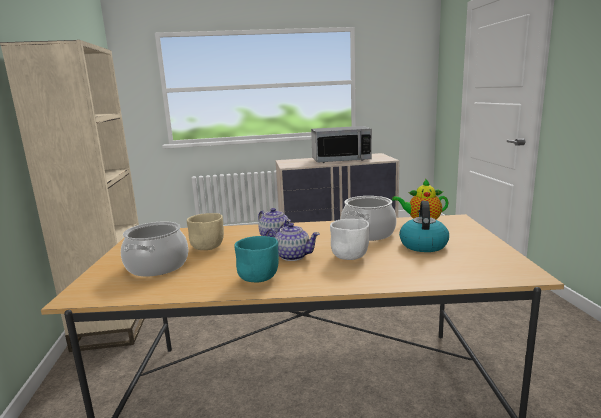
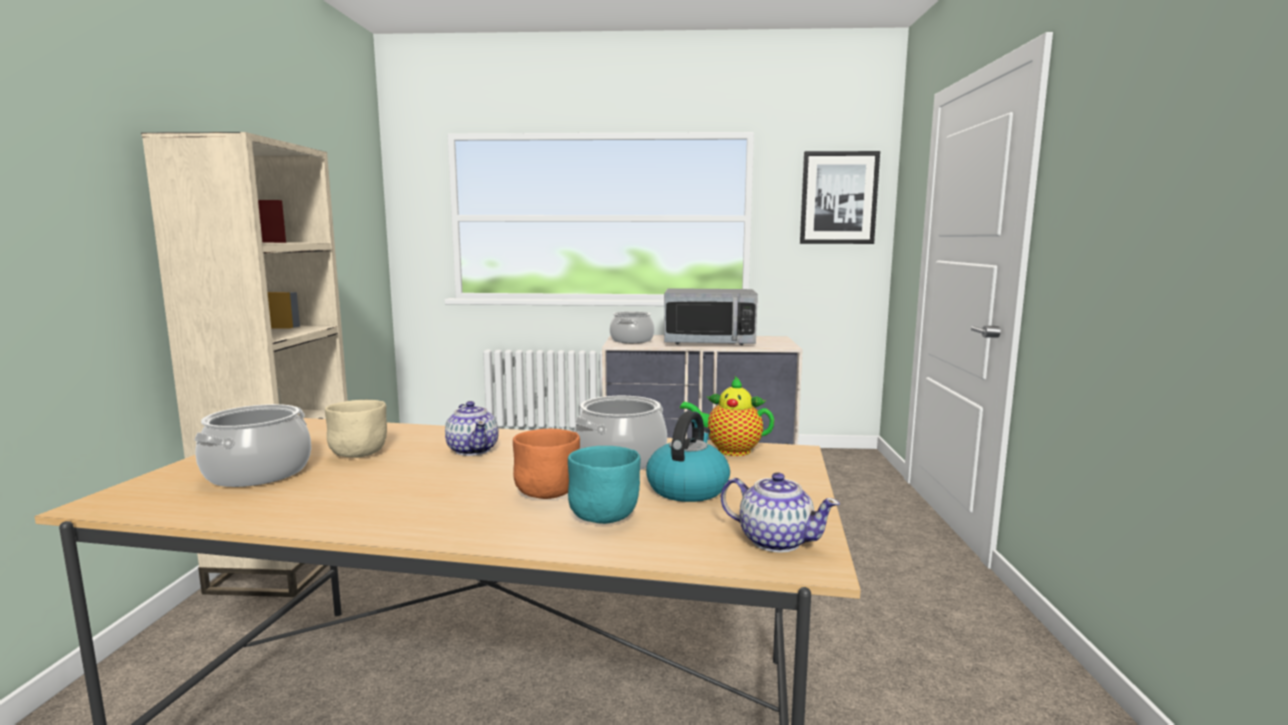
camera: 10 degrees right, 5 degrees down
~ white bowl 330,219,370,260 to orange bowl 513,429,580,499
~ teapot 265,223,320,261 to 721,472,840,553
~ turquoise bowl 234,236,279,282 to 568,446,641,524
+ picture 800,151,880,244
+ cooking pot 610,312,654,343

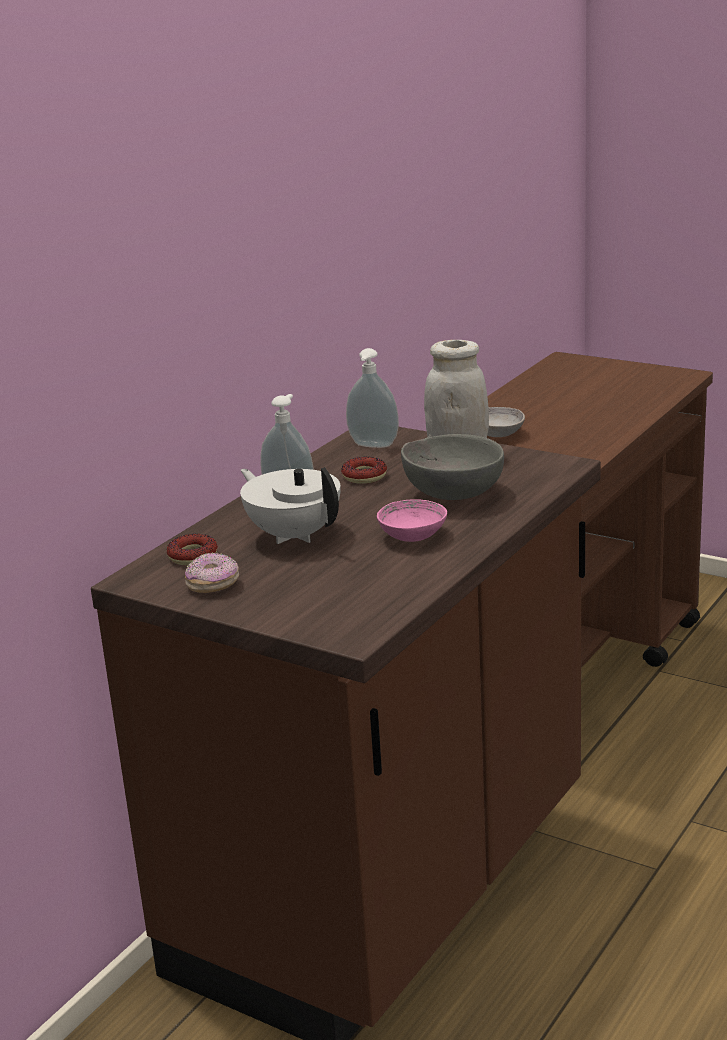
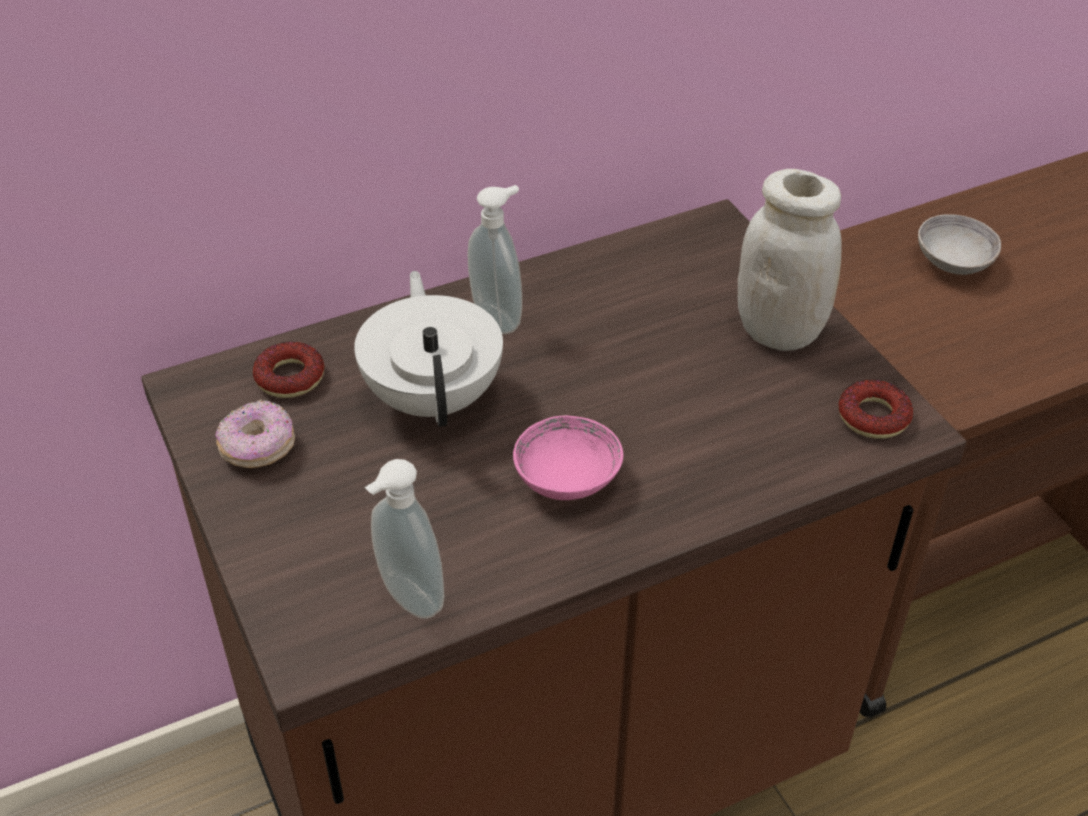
camera: 30 degrees right, 20 degrees up
~ soap dispenser 346,348,399,448 to 365,459,444,619
- grey bowl 401,434,504,500
~ donut 341,457,387,484 to 839,380,913,439

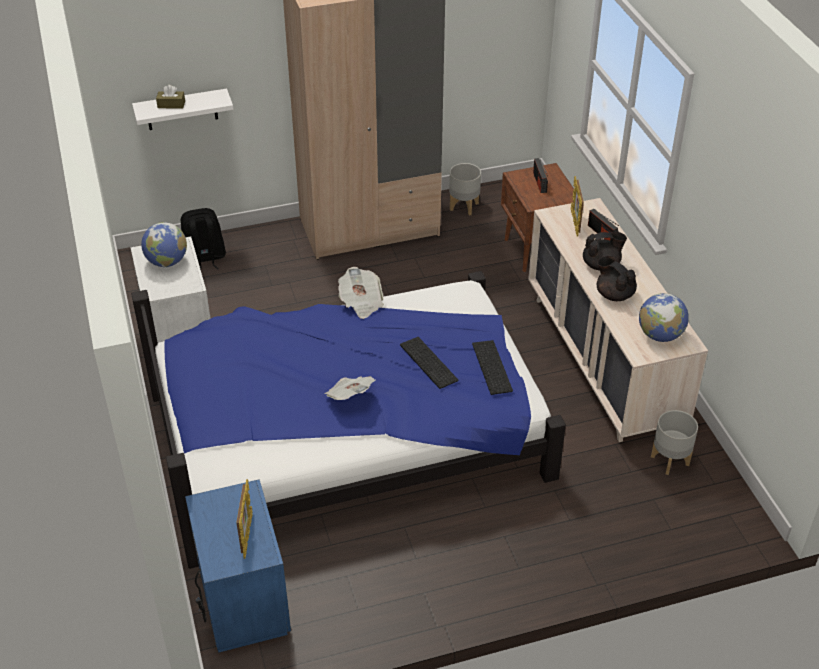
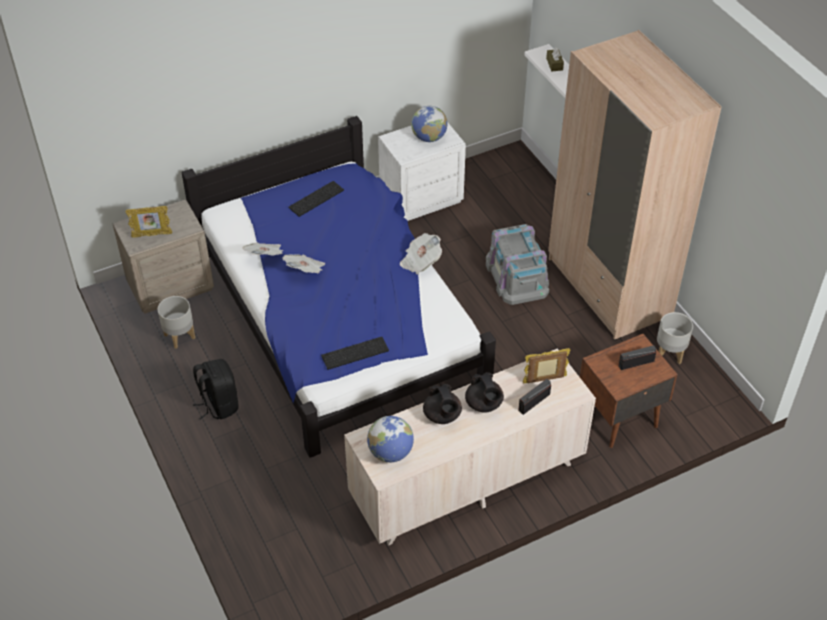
camera: 80 degrees right, 5 degrees up
~ black backpack 181,208,226,270 to 193,359,239,420
~ black teapot 597,256,637,301 = 423,384,462,424 120 degrees clockwise
~ keyboard 400,337,458,389 to 288,181,344,217
~ grey planter 651,410,698,475 to 158,296,195,349
~ blue nightstand 185,479,291,653 to beige nightstand 112,199,214,314
+ grey storage box 486,224,549,305
+ newspaper 243,243,283,256

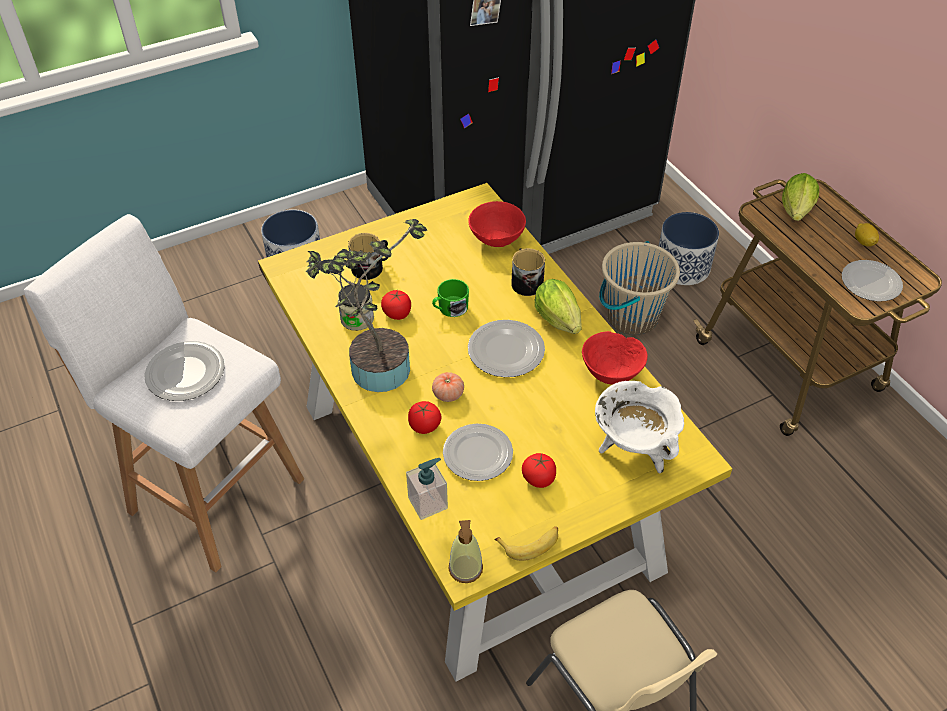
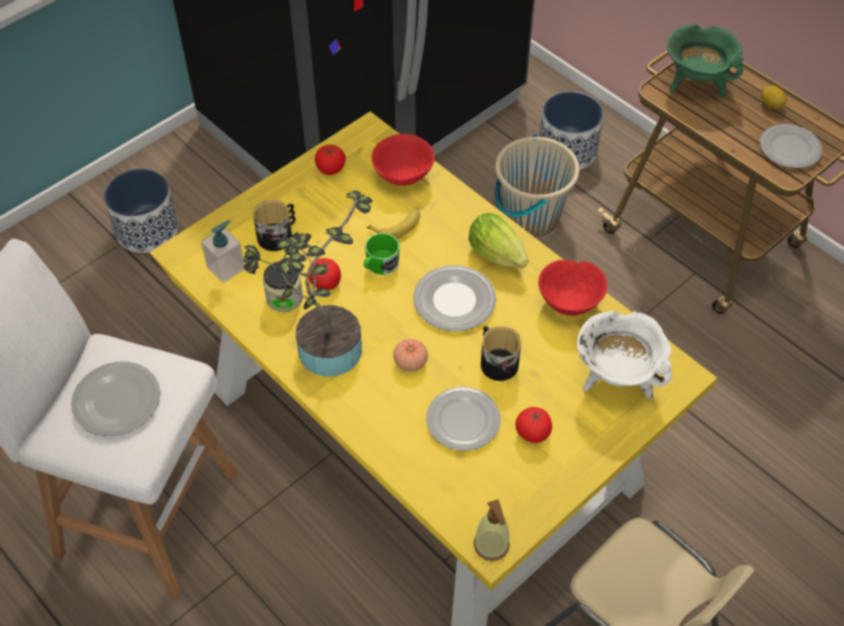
camera: 15 degrees left, 5 degrees up
~ lettuce 782,173,819,221 to green cooking pot 667,24,743,98
~ mug 511,248,545,296 to 481,326,521,381
~ tomato 408,401,441,434 to 315,145,346,175
~ soap dispenser 406,458,448,520 to 201,220,245,283
~ banana 495,526,558,561 to 367,207,420,239

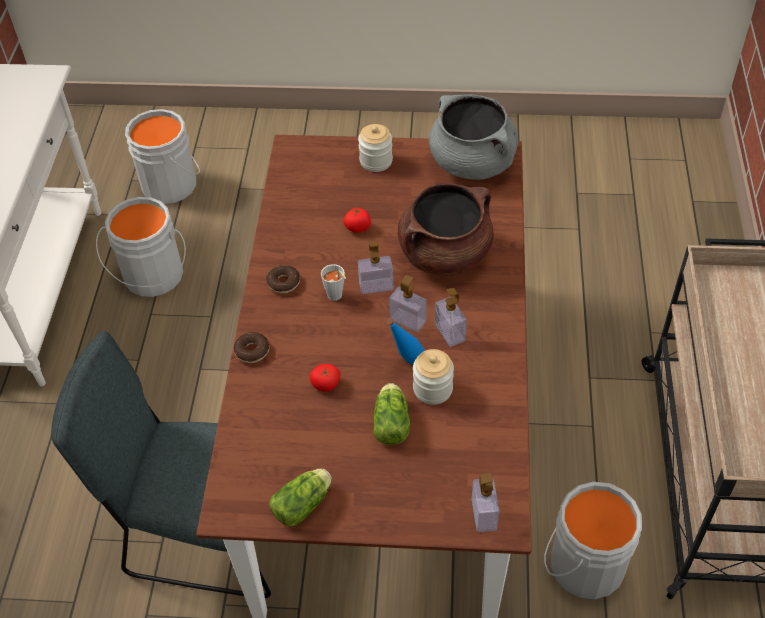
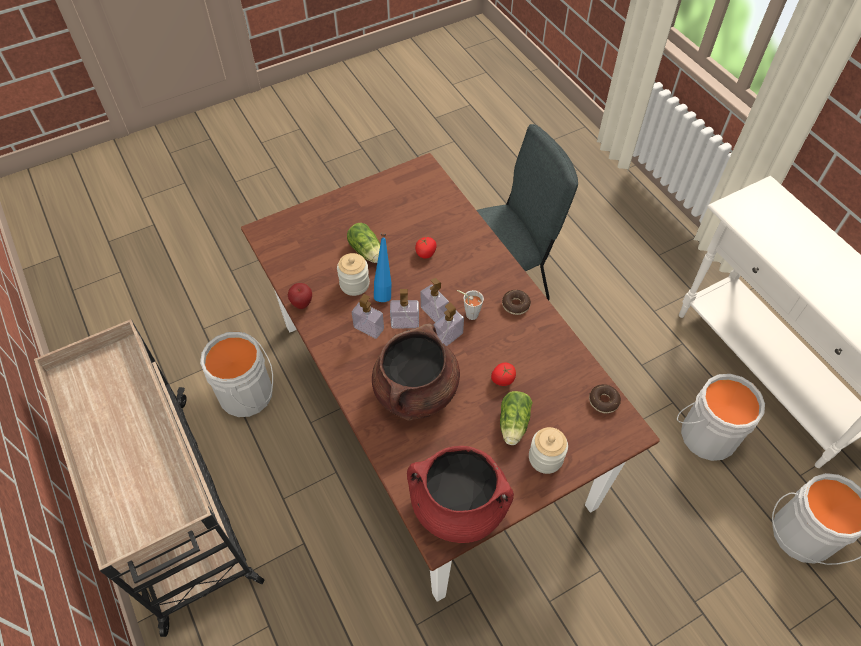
camera: 145 degrees right, 5 degrees up
~ grey cooking pot 429,94,518,180 to red cooking pot 407,446,514,543
~ donut 234,332,269,363 to 589,384,621,413
~ lettuce 269,469,332,527 to 500,391,533,445
~ soap dispenser 472,473,499,532 to 421,278,449,323
+ apple 288,283,312,309

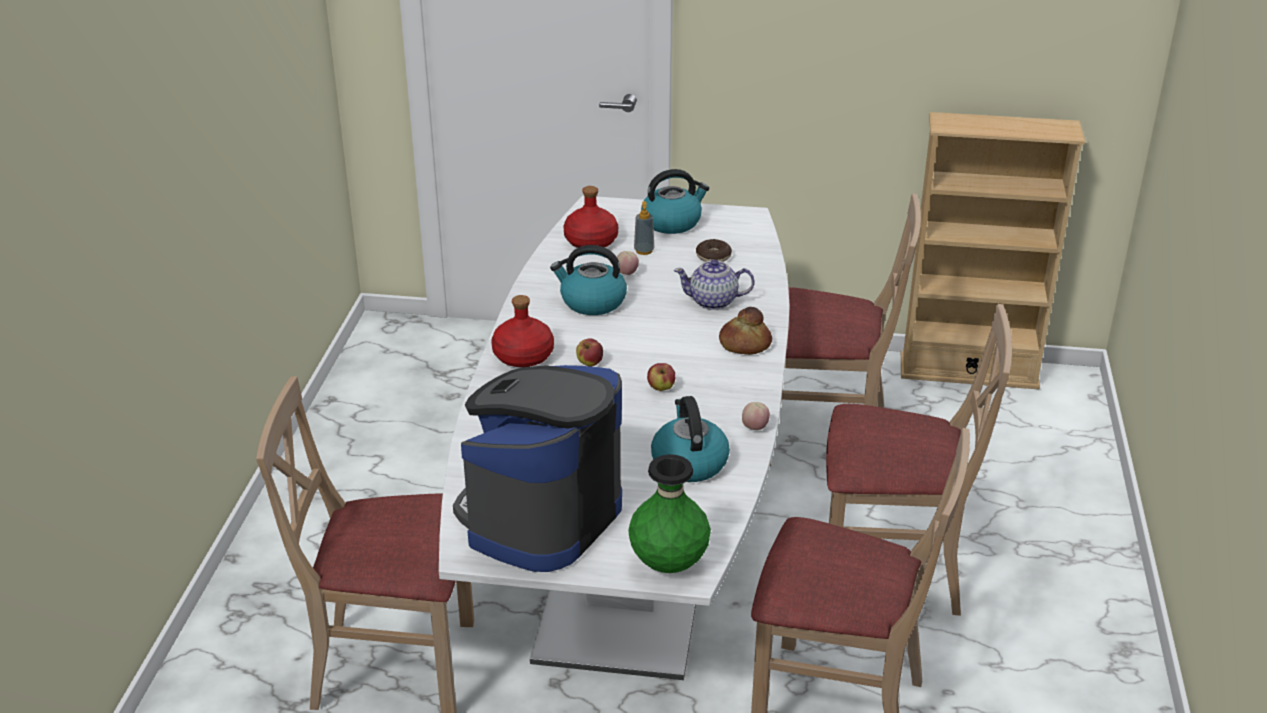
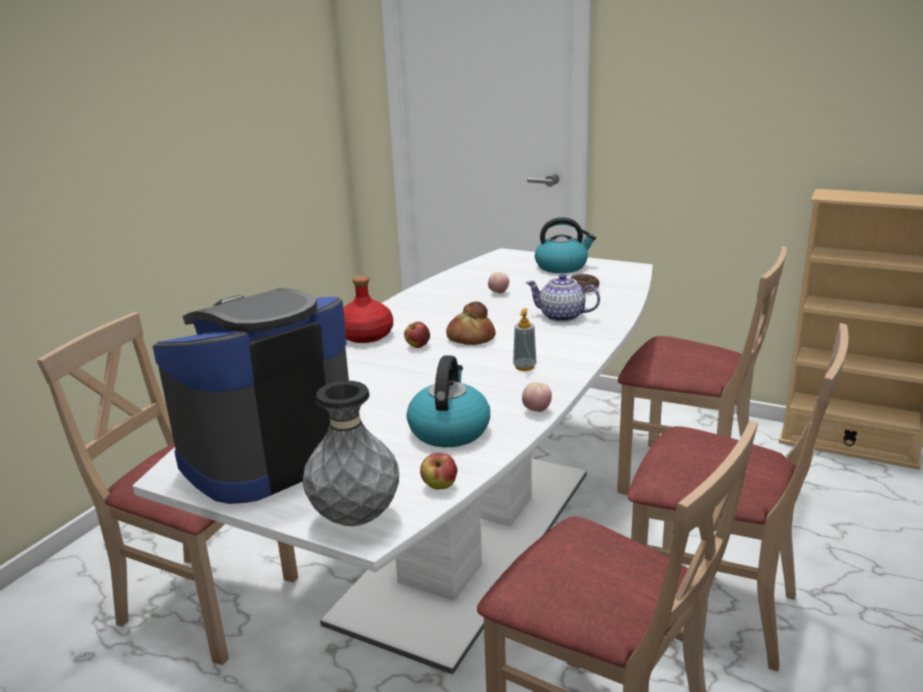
camera: 20 degrees right, 10 degrees down
- red bottle 563,186,618,248
~ soap dispenser 634,201,654,255 to 513,308,536,371
- kettle 550,245,627,315
~ bread 719,307,772,355 to 446,302,496,345
~ apple 647,363,675,391 to 420,453,457,489
~ green vase 628,454,711,573 to grey vase 303,381,399,526

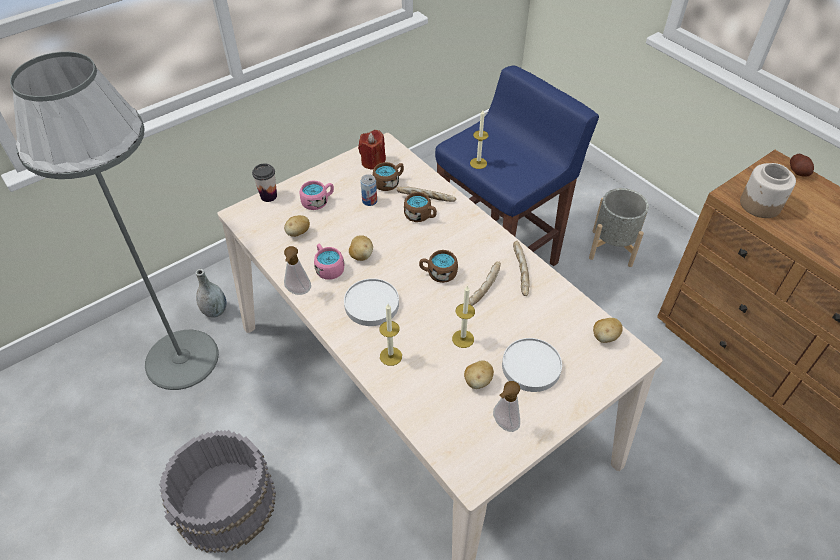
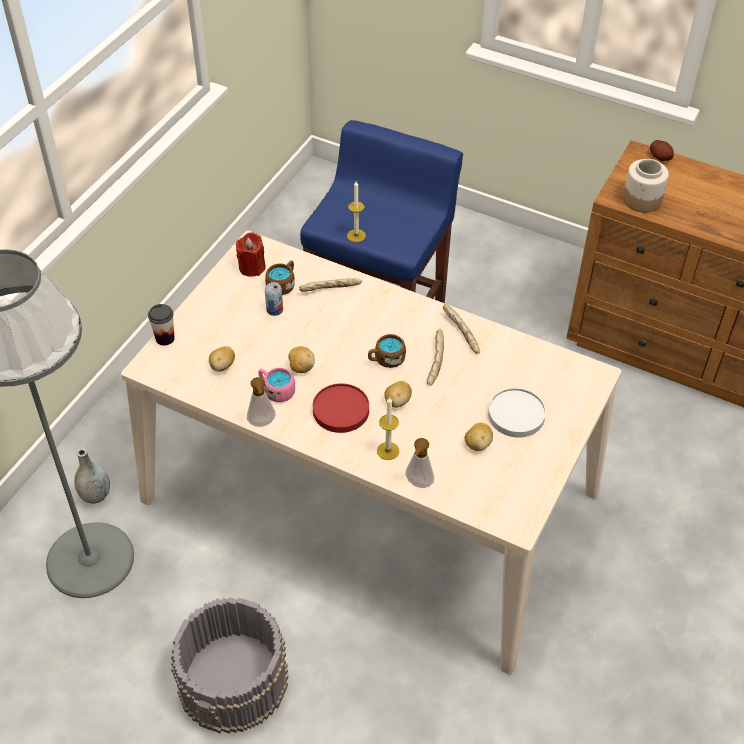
camera: 25 degrees left, 0 degrees up
- pink mug 300,180,334,210
- grey planter 589,188,649,267
- brown mug 404,192,437,222
~ white plate 344,278,399,326 to red plate 313,383,369,433
- candle 452,285,475,348
~ potato 593,318,623,343 to 384,381,412,408
~ soap dispenser 493,381,520,432 to 405,438,434,488

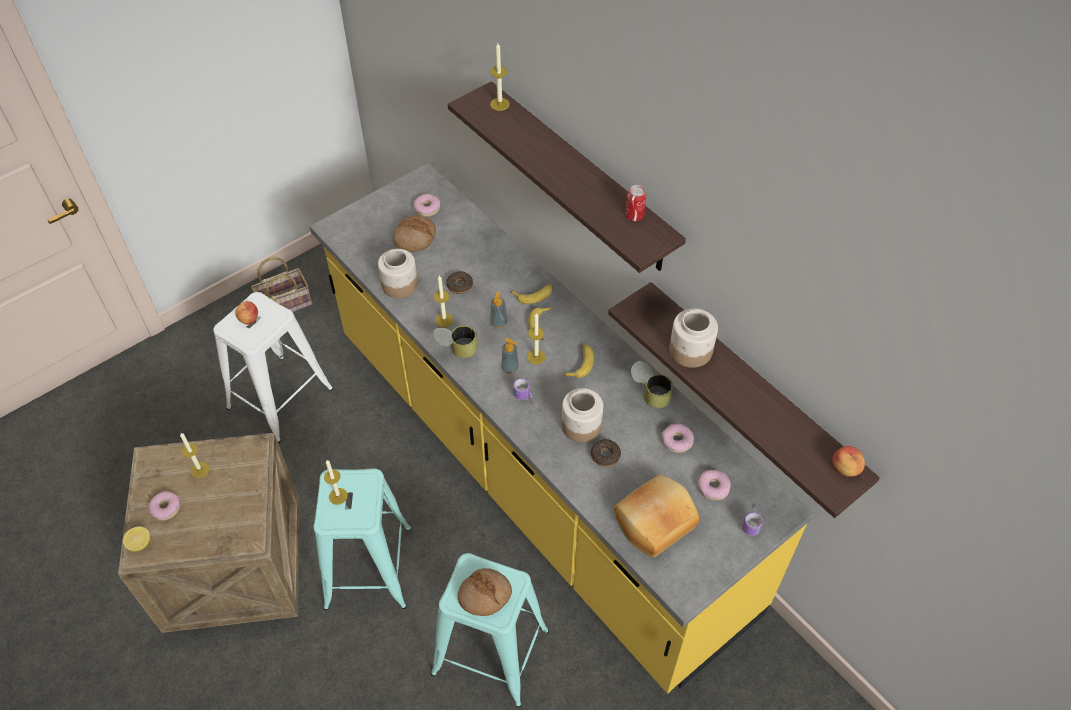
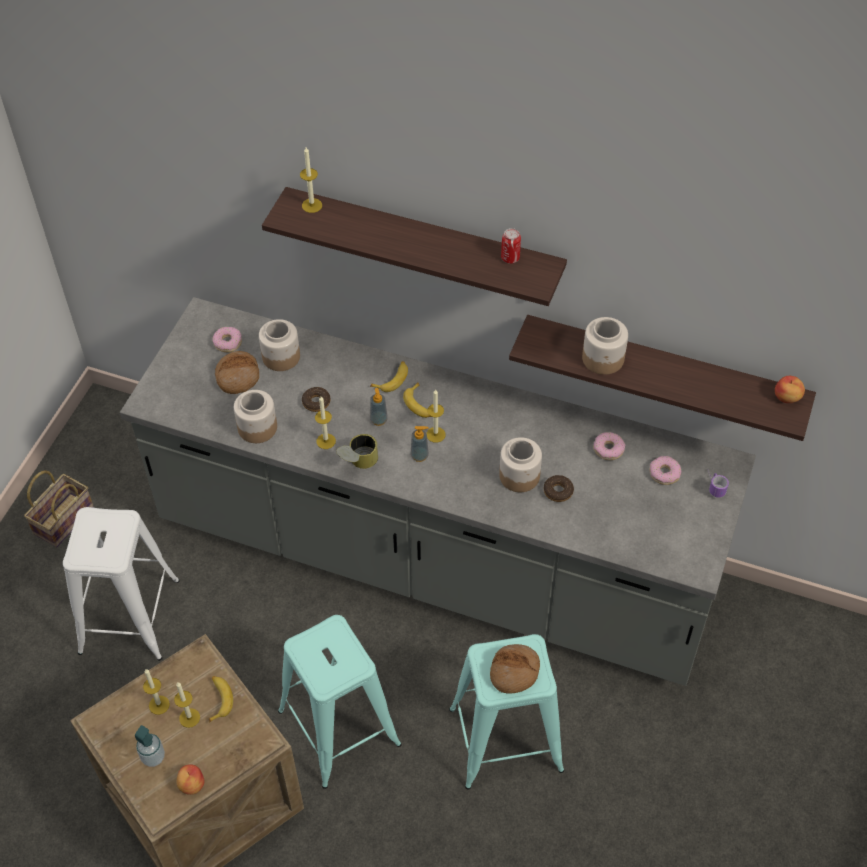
camera: 30 degrees left, 0 degrees up
~ yellow counter 310,163,814,694 to grey counter 120,297,756,686
~ apple 235,301,258,324 to 177,764,204,795
~ banana 564,344,594,378 to 209,676,233,723
- can 631,361,673,408
- mug 513,378,542,411
~ candle 324,460,348,505 to 174,683,200,728
- bread 614,475,700,558
~ donut 149,491,180,521 to soap dispenser 135,725,165,767
- lemon 123,527,150,552
+ jar 259,319,300,371

